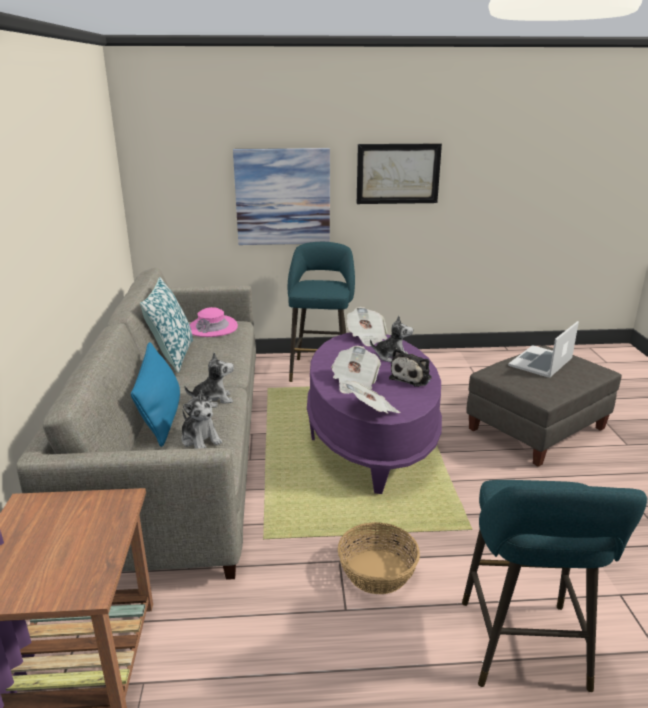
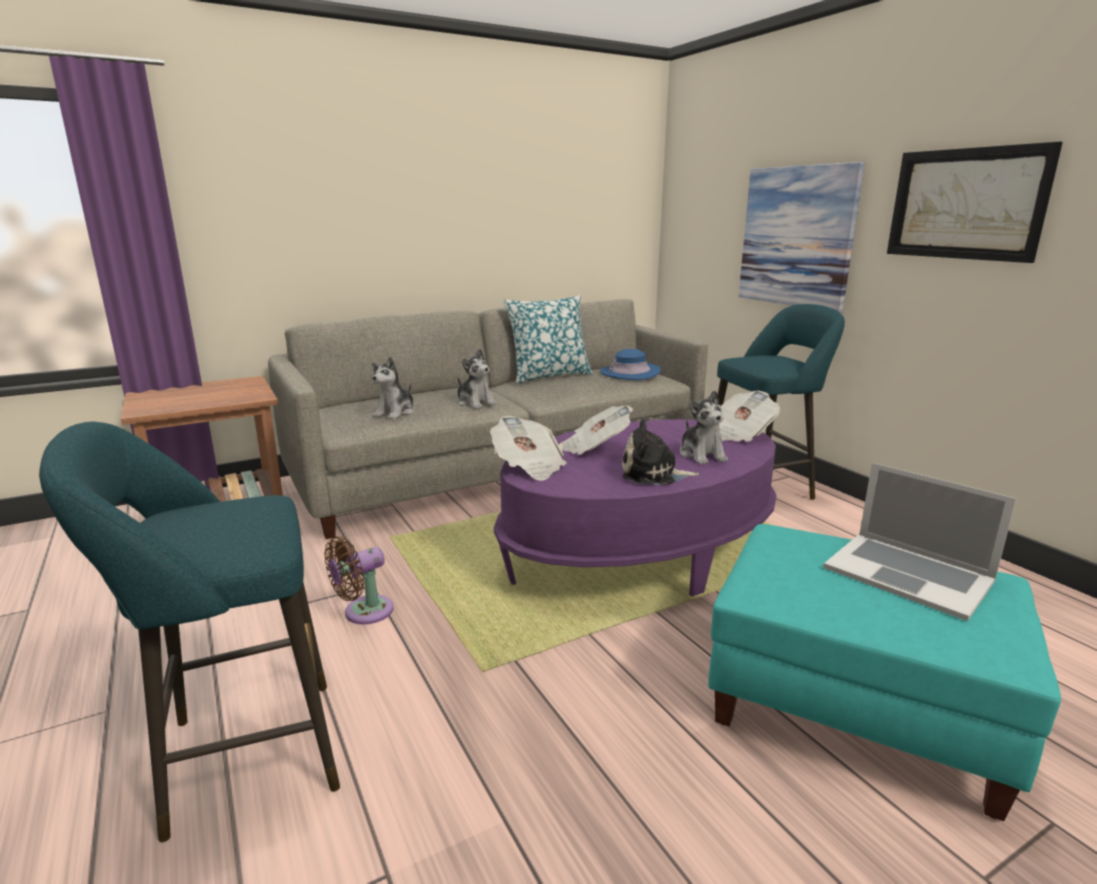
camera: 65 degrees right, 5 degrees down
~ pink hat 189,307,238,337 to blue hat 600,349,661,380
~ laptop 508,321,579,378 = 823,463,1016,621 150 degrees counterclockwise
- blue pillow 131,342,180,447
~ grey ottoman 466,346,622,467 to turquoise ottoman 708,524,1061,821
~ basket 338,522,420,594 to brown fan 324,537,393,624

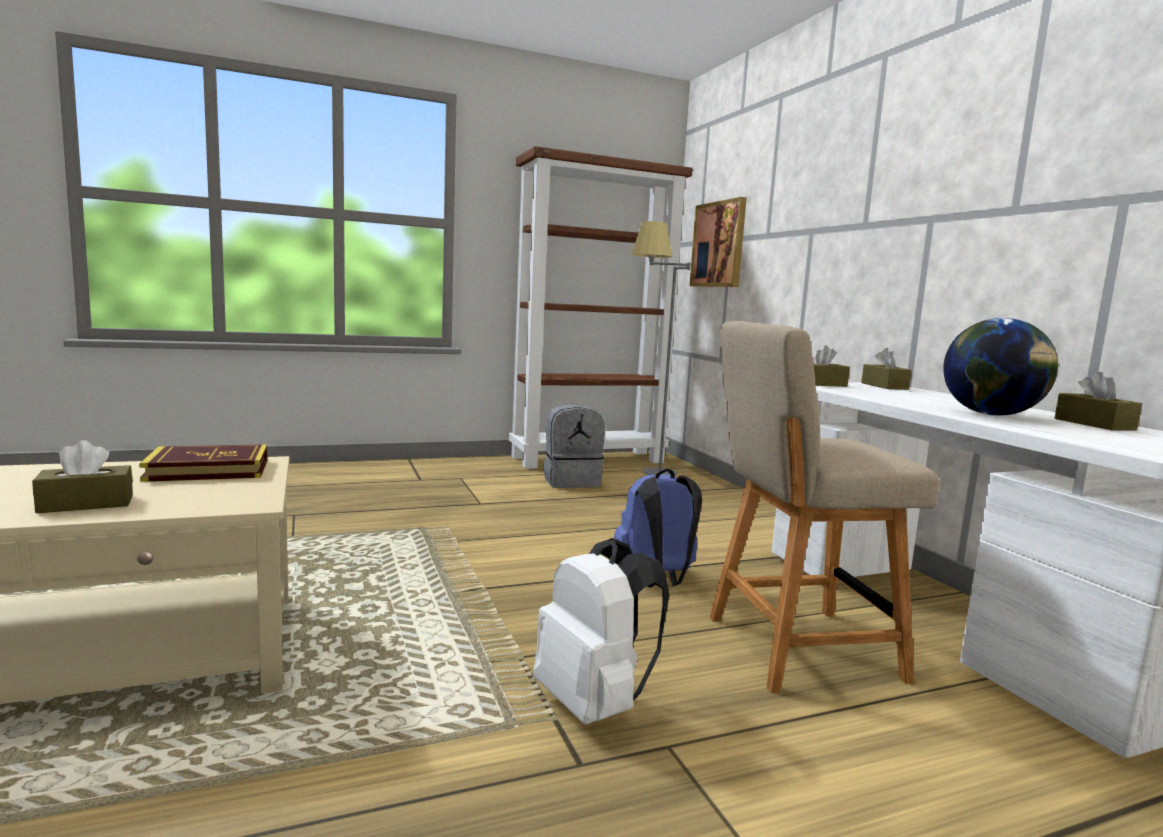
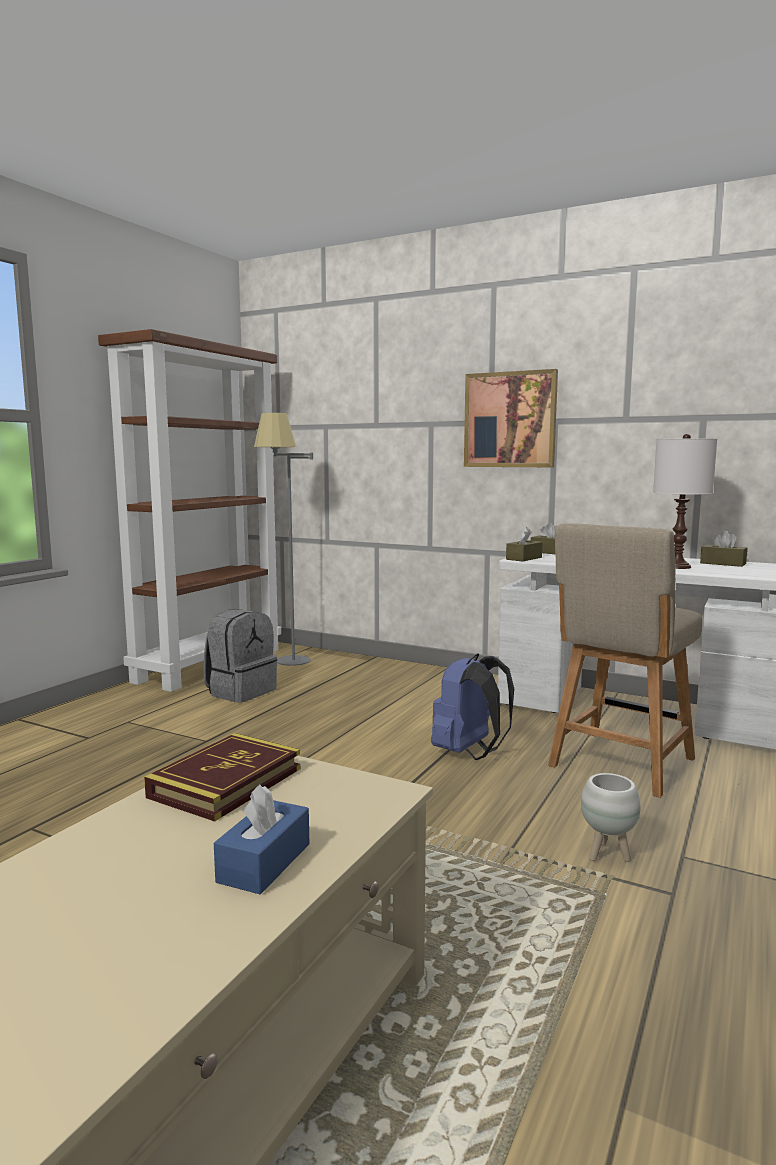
camera: 40 degrees left, 0 degrees up
~ picture 689,197,747,287 to 464,369,558,467
~ globe 943,318,1058,416 to white table lamp 653,434,717,569
~ brown tissue box 32,440,133,513 to blue tissue box 214,784,309,894
~ white backpack 533,538,669,725 to white planter 581,773,641,862

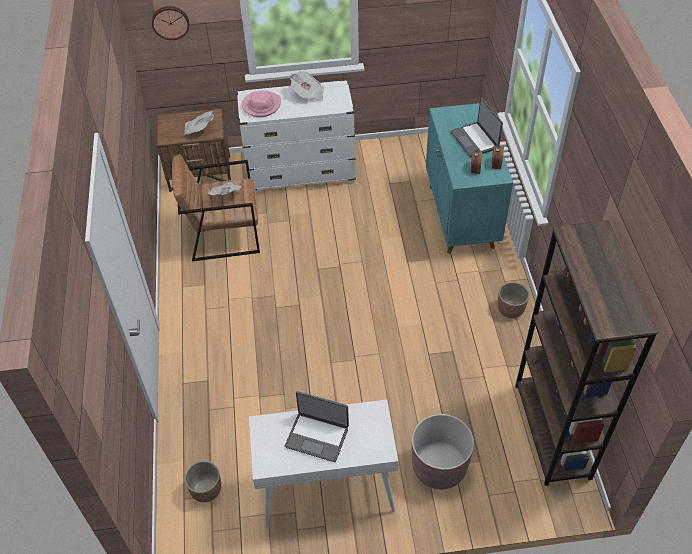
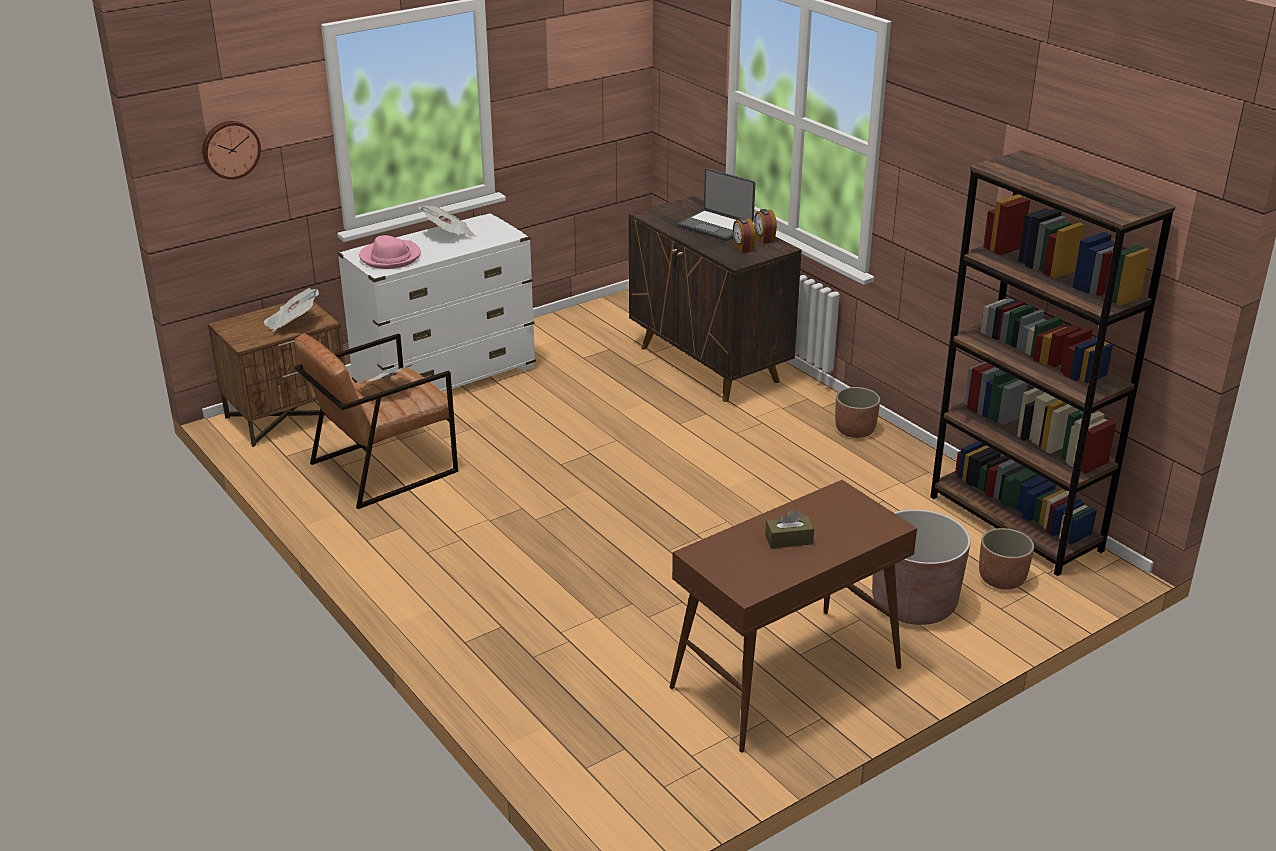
camera: 30 degrees left, 20 degrees down
~ turquoise cabinet 426,103,513,254 to brown cabinet 629,196,802,402
~ laptop 285,391,349,462 to brown tissue box 765,510,814,549
~ white console table 249,400,398,529 to brown console table 670,480,917,752
~ planter 184,461,221,503 to 979,528,1034,590

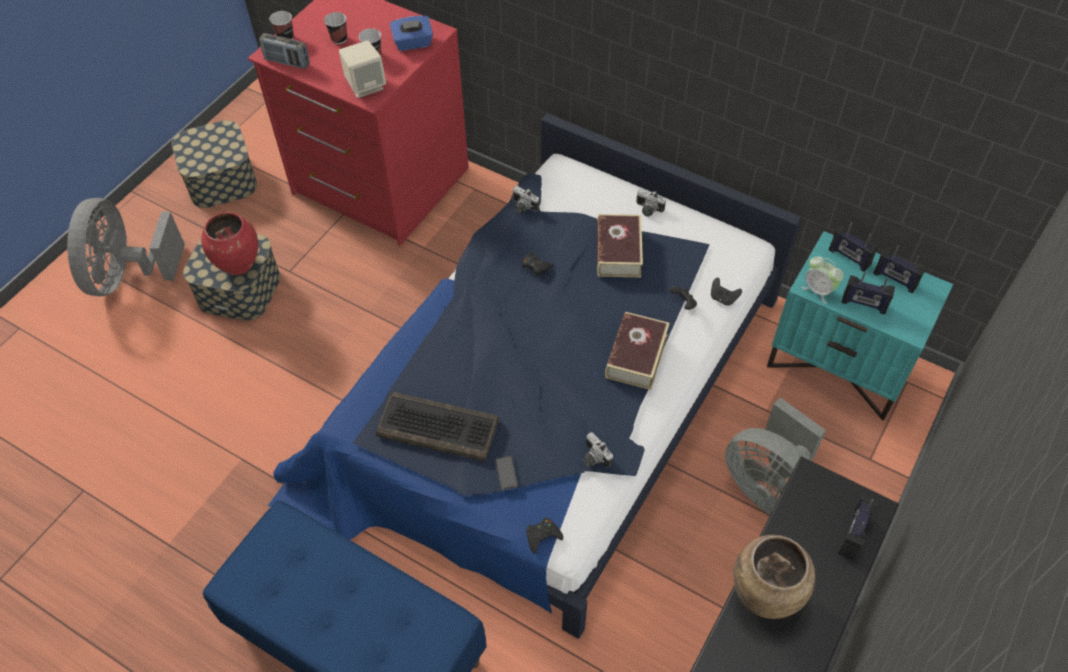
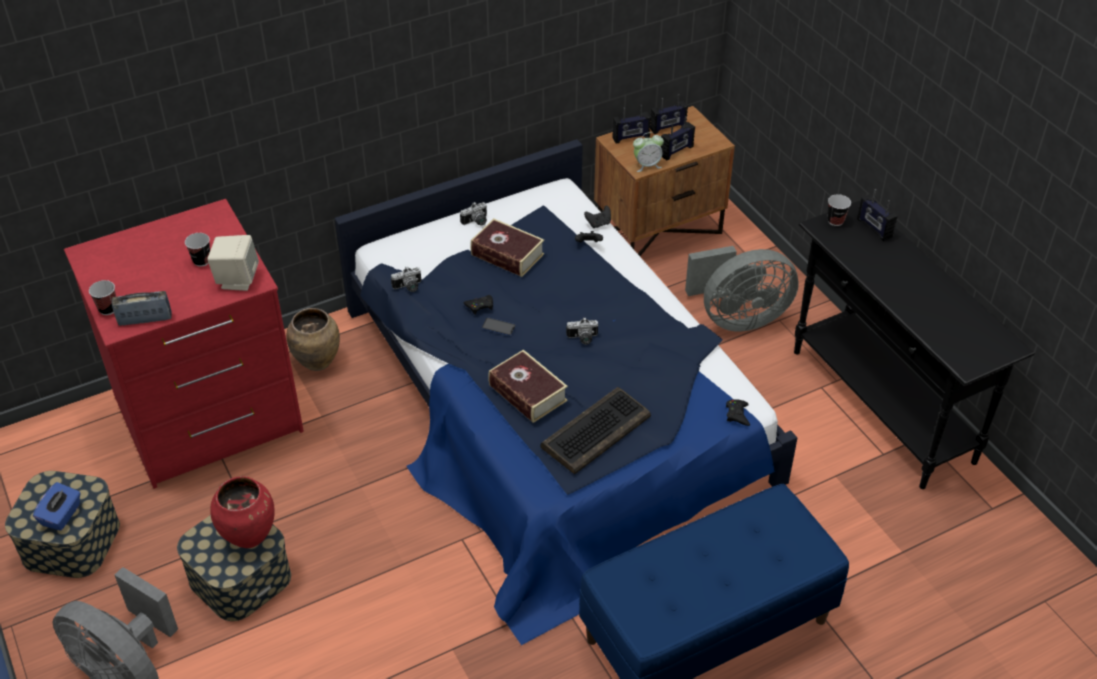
camera: 60 degrees left, 10 degrees down
~ cup 324,12,347,44 to 828,194,851,226
~ blue tissue box 390,16,433,51 to 33,482,81,531
~ radio 259,33,309,69 = 112,291,172,326 150 degrees counterclockwise
~ turquoise nightstand 767,231,953,421 to brown nightstand 594,106,735,256
~ book 605,312,670,390 to 488,350,568,423
~ photo camera 583,432,613,467 to 566,317,598,345
~ phone 495,455,518,491 to 482,317,516,336
~ brown vase 733,535,815,619 to 286,308,340,371

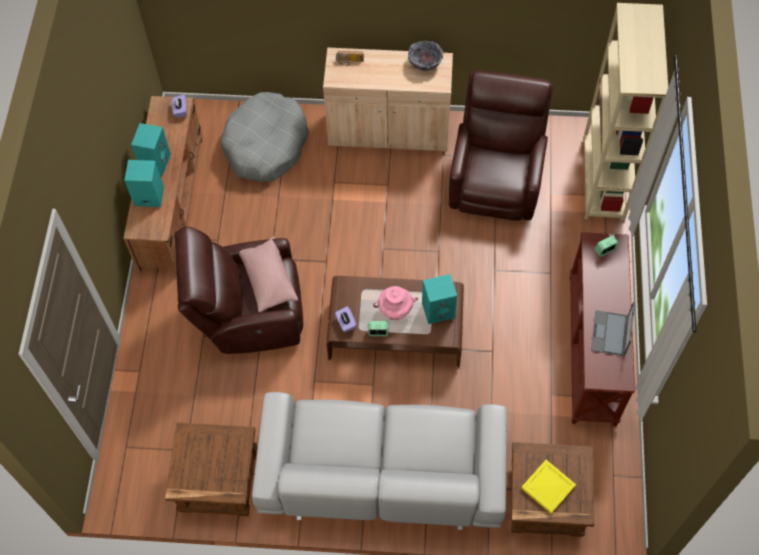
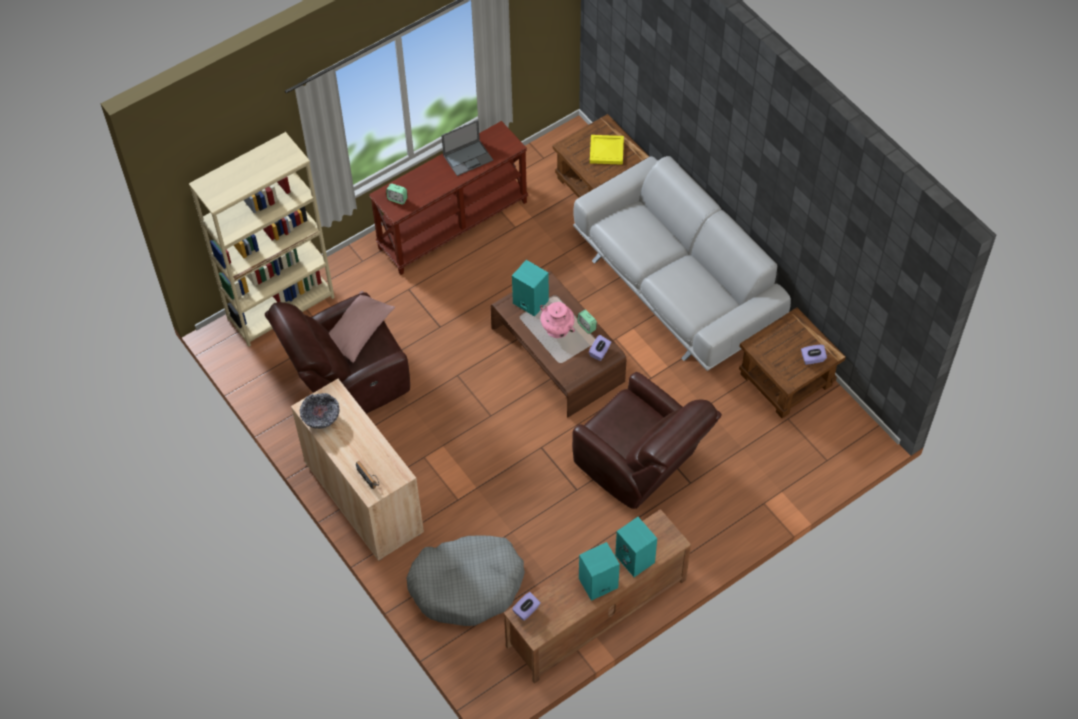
camera: 130 degrees left, 5 degrees down
~ pink pillow 239,237,298,312 to 329,291,395,363
+ purple tissue box 801,345,827,365

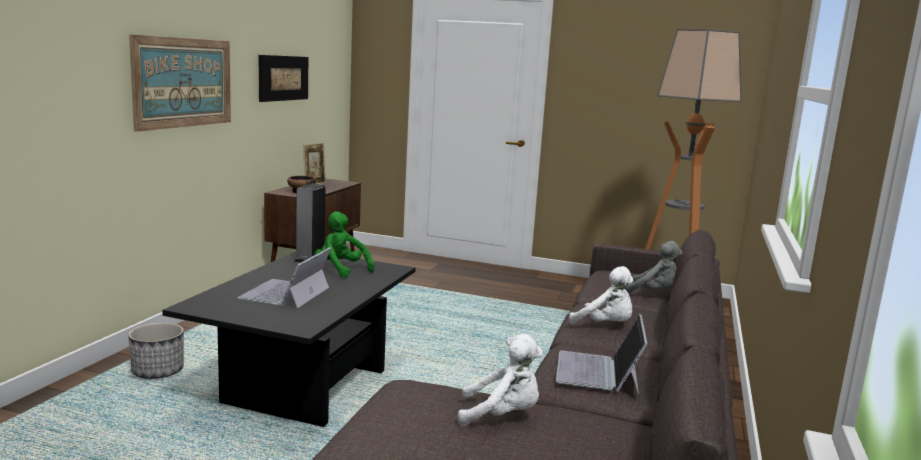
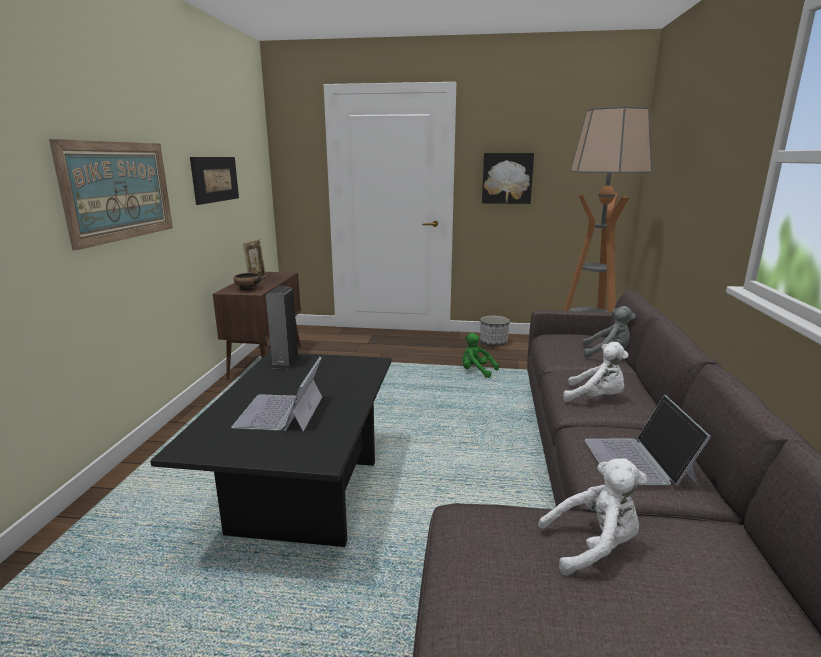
camera: 10 degrees left, 5 degrees up
~ green plush toy 314,211,375,278 to 463,333,499,378
~ planter 128,323,184,379 to 480,316,510,346
+ picture 482,153,534,204

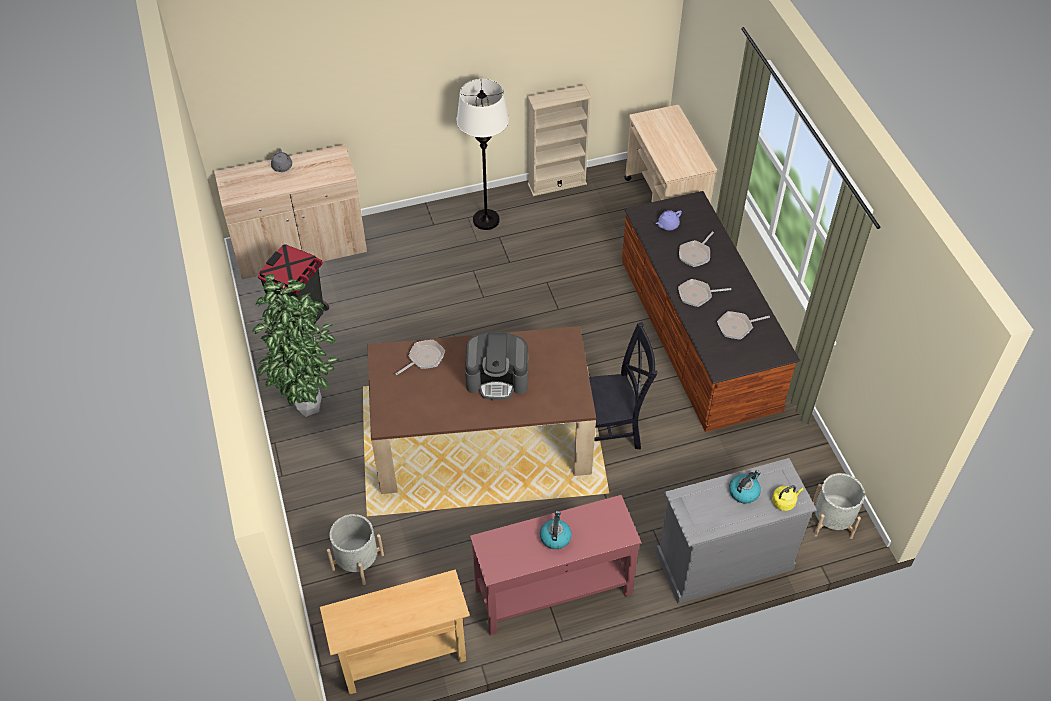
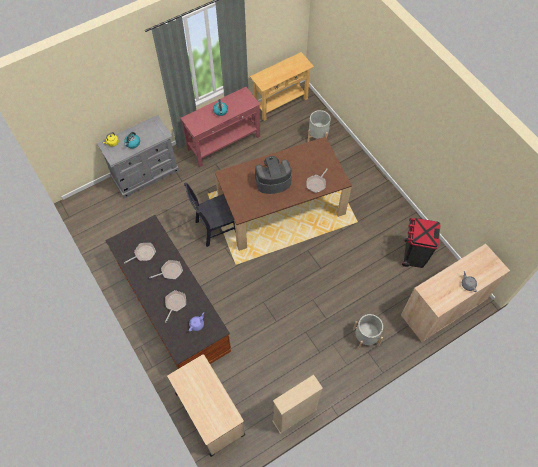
camera: 165 degrees right, 10 degrees up
- white floor lamp 456,79,509,230
- potted plant 252,274,340,417
~ grey planter 812,473,865,539 to 353,314,383,349

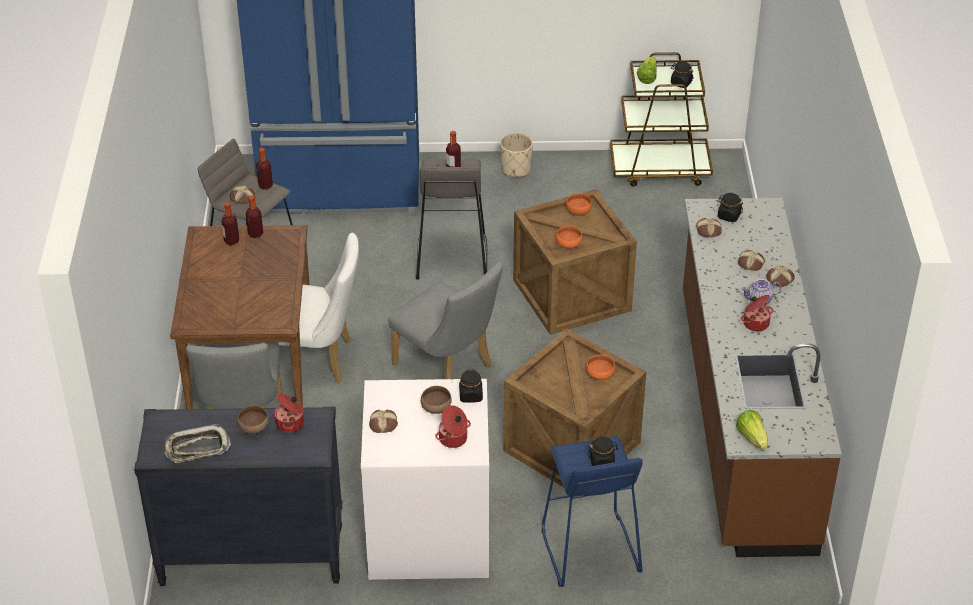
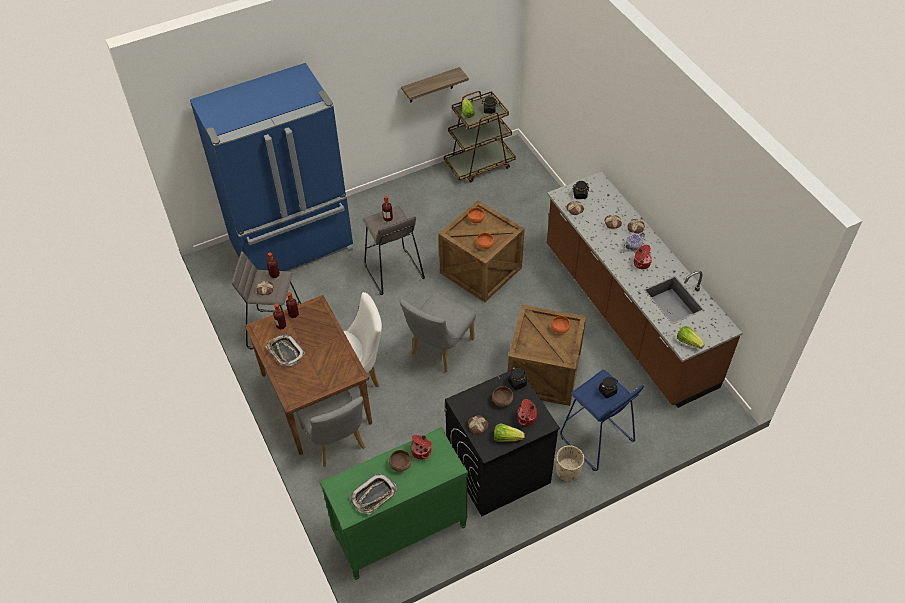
camera: 25 degrees left, 10 degrees up
~ beige planter 500,133,533,177 to 556,445,584,482
~ grey chair 388,262,503,379 = 399,293,476,372 105 degrees clockwise
~ white washing machine 361,379,489,580 to black washing machine 445,367,560,516
~ black dresser 134,407,342,586 to green dresser 319,427,468,580
+ shelf 401,67,469,103
+ tray 266,334,305,366
+ lettuce 494,423,525,442

